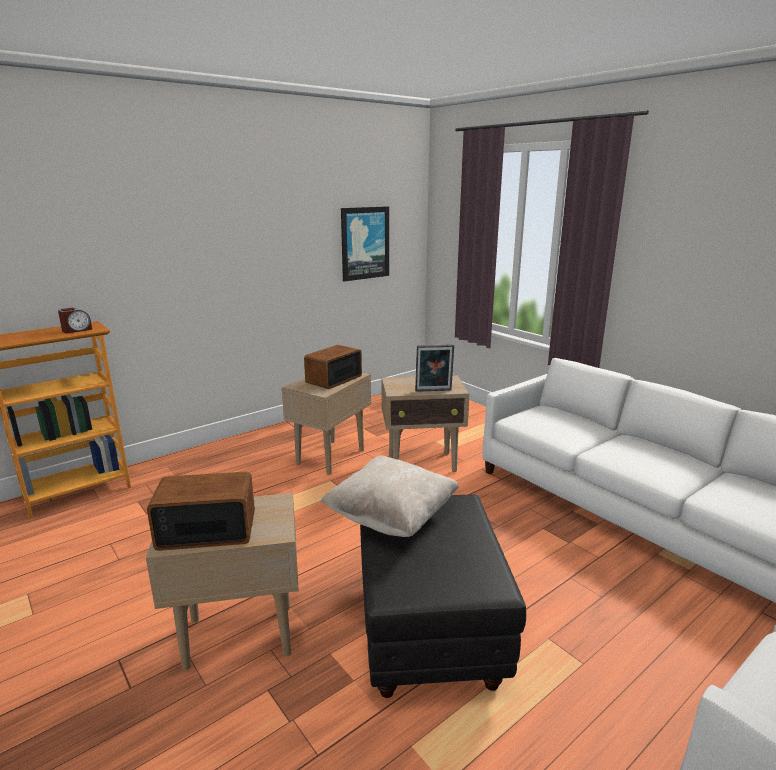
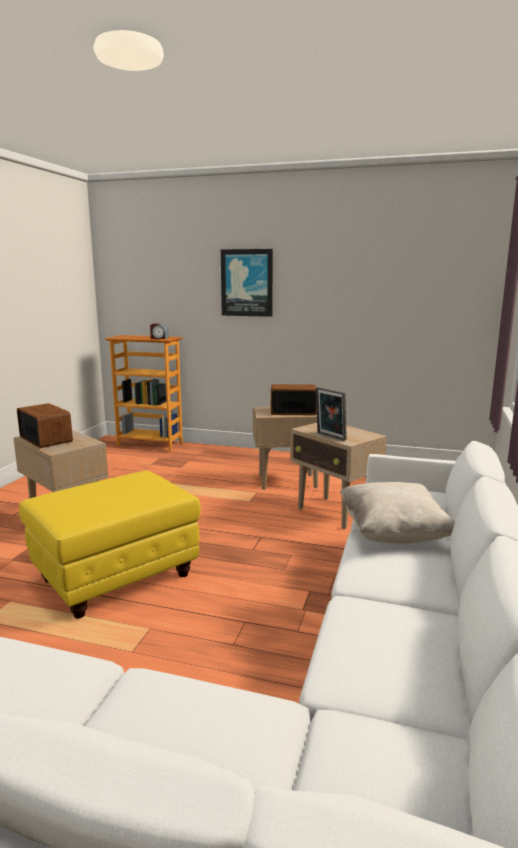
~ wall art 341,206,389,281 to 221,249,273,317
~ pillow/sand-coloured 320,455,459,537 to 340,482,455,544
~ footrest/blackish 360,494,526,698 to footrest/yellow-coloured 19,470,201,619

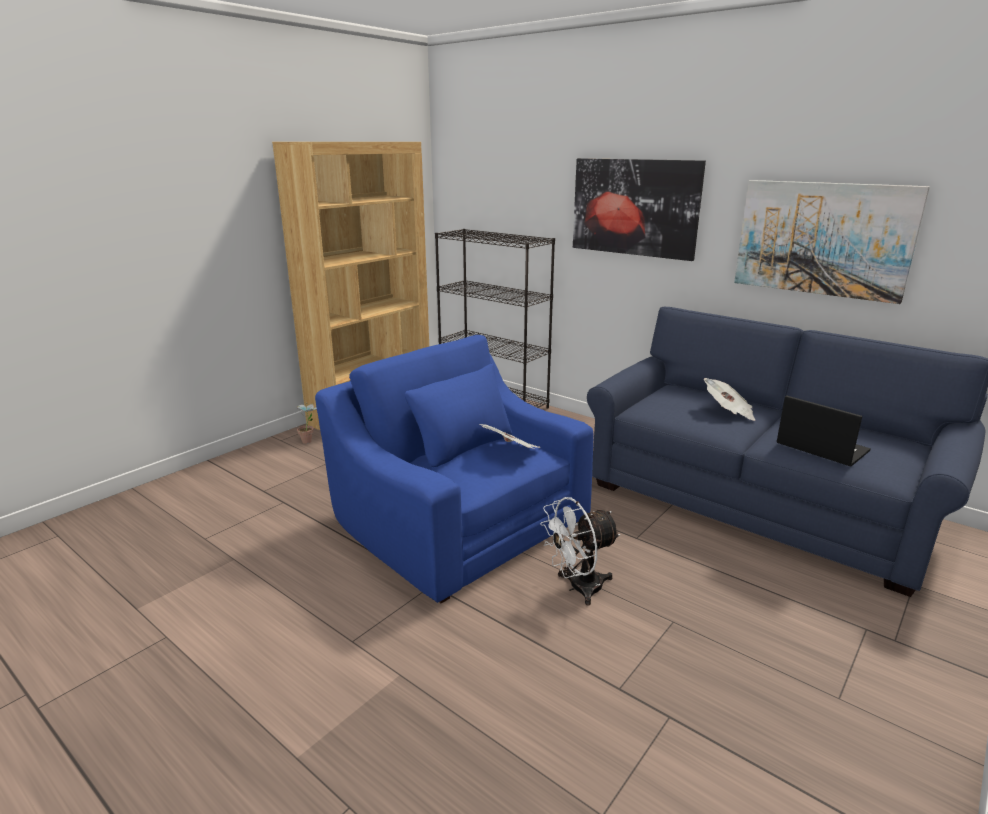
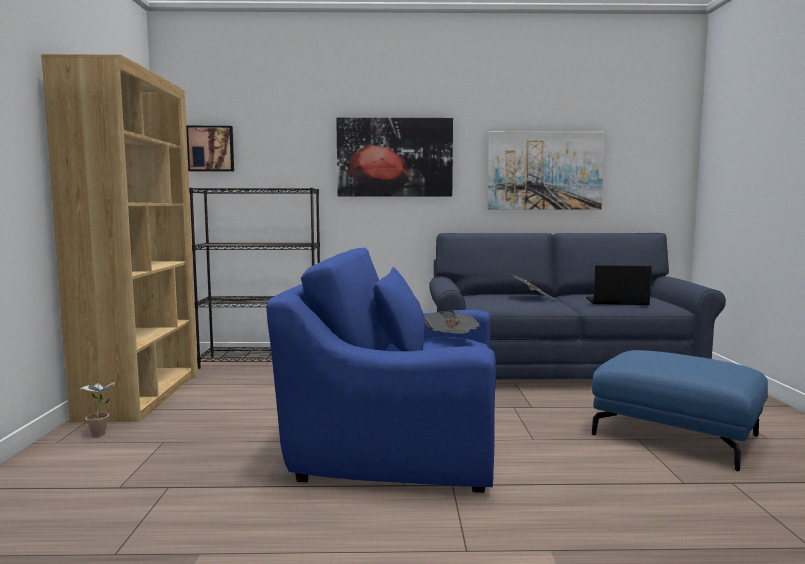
- cooling fan/white-coloured 540,497,621,606
+ wall art 186,126,234,171
+ footrest/blue 592,350,768,472

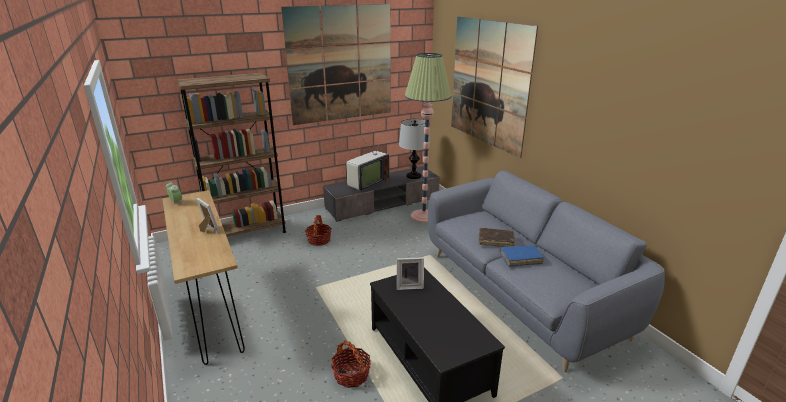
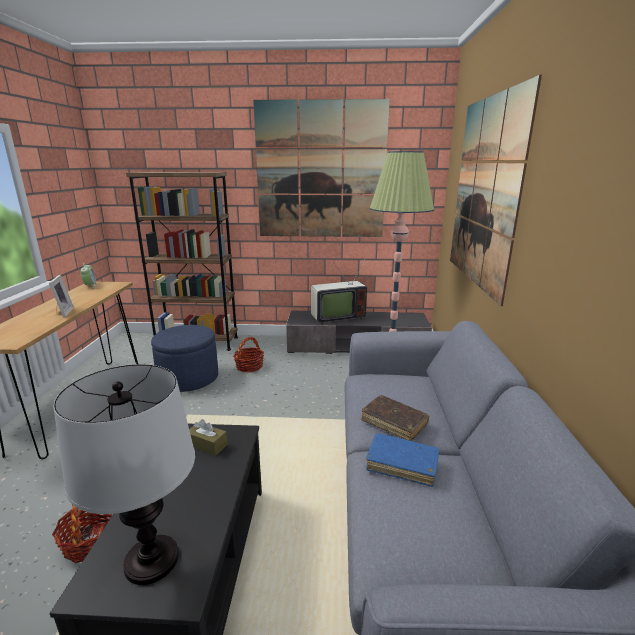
~ lamp for a table 399,119,430,179 to 53,364,195,585
~ standing frame 396,257,424,290 to tissue holder/brown 189,419,228,456
+ footrest/blue 151,325,218,392

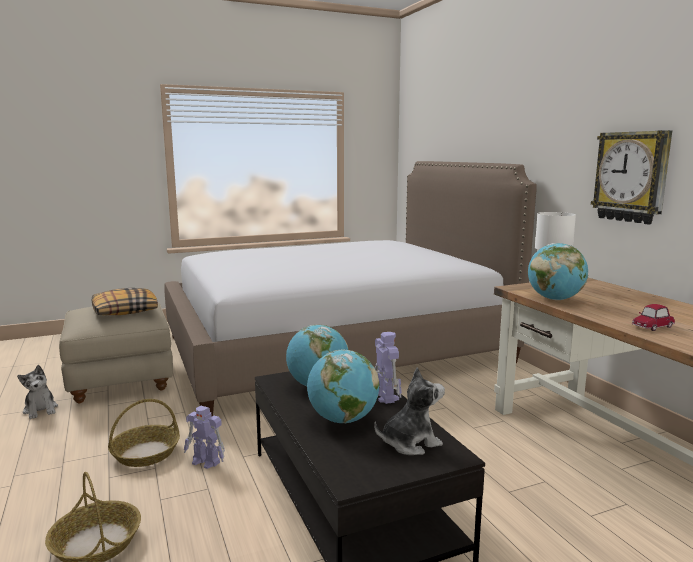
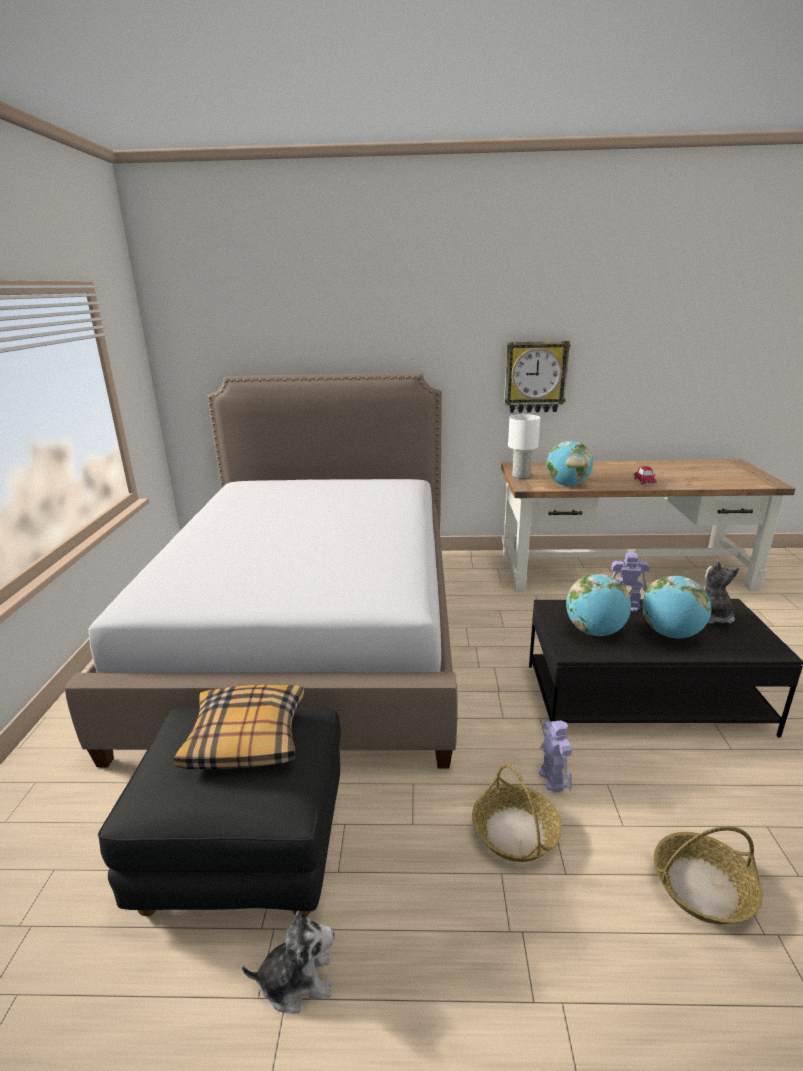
~ footrest/sand-coloured 59,302,173,404 to footrest/blackish 98,708,341,917
~ toy robot 184,405,225,469 = 539,720,572,793 60 degrees counterclockwise

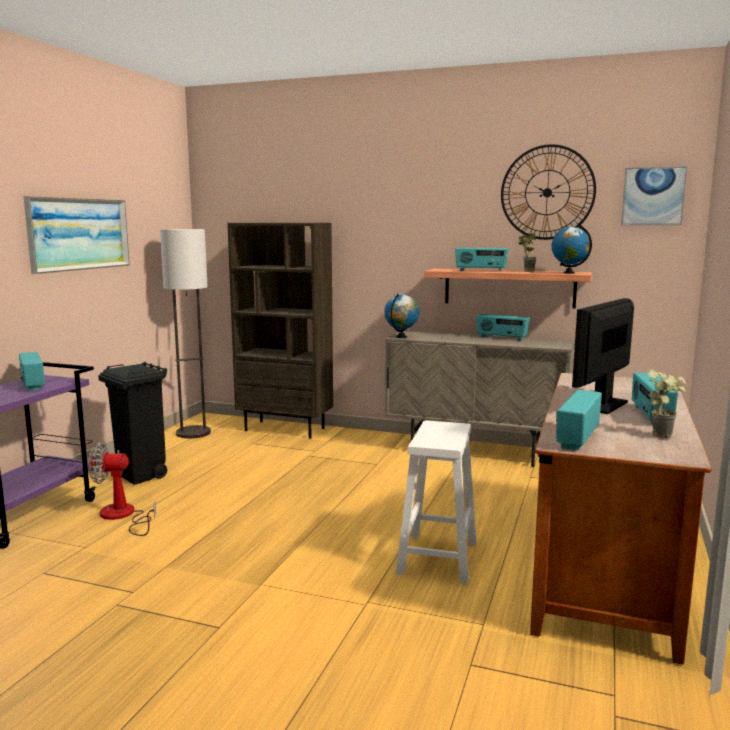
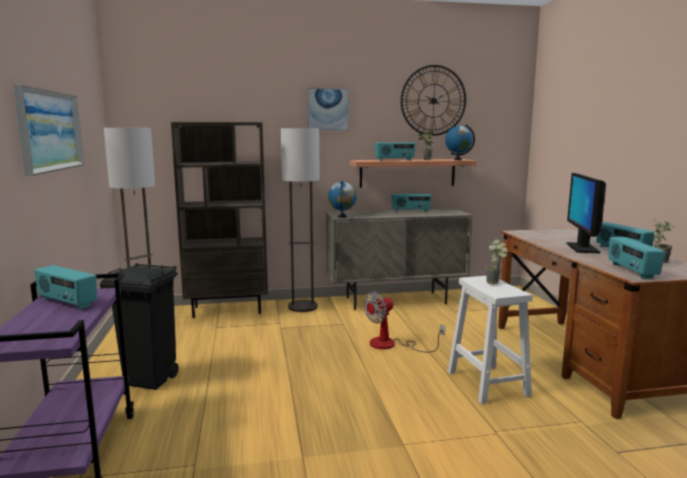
~ wall art 621,166,687,226 to 307,88,349,131
~ cooling fan 88,442,156,536 to 364,292,445,353
+ standing lamp 281,128,320,312
+ plant in a pot 486,239,508,284

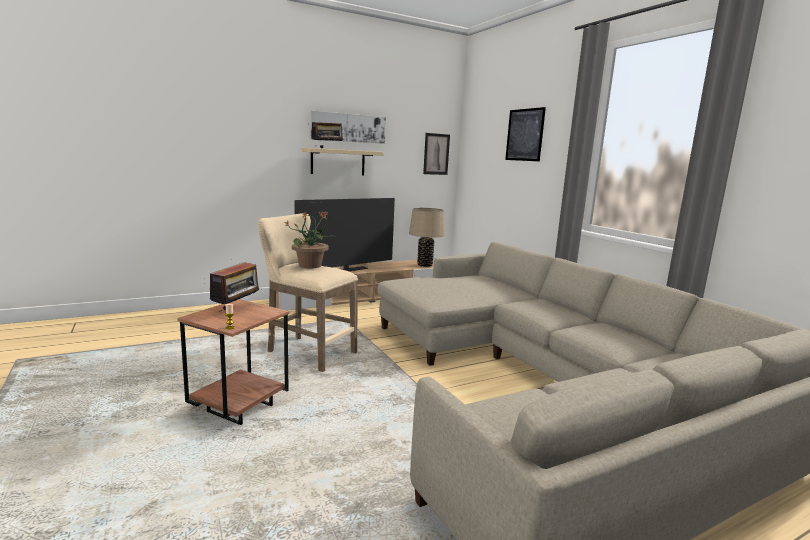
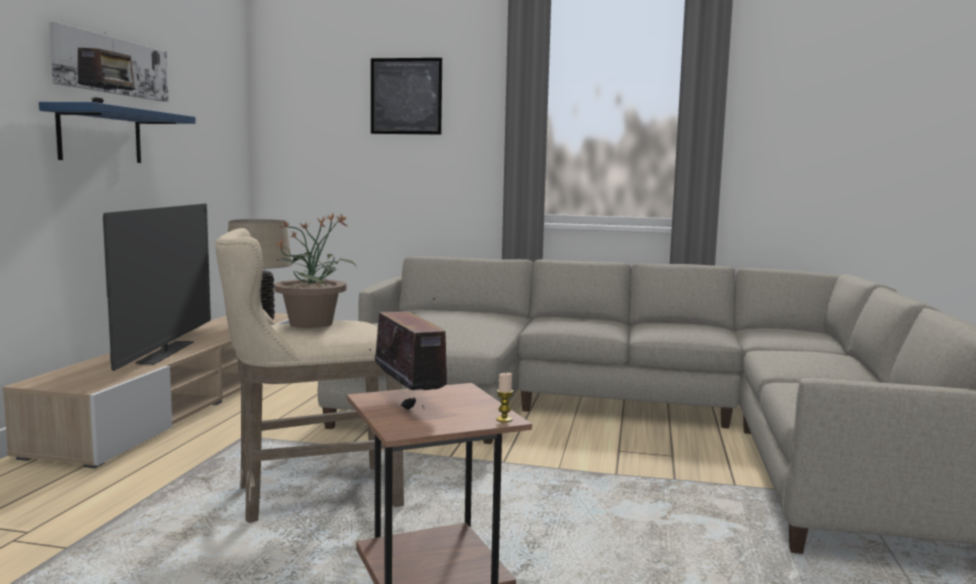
- wall art 423,133,450,175
~ shelf/sand-coloured 302,148,384,175 to shelf/blue 39,102,196,163

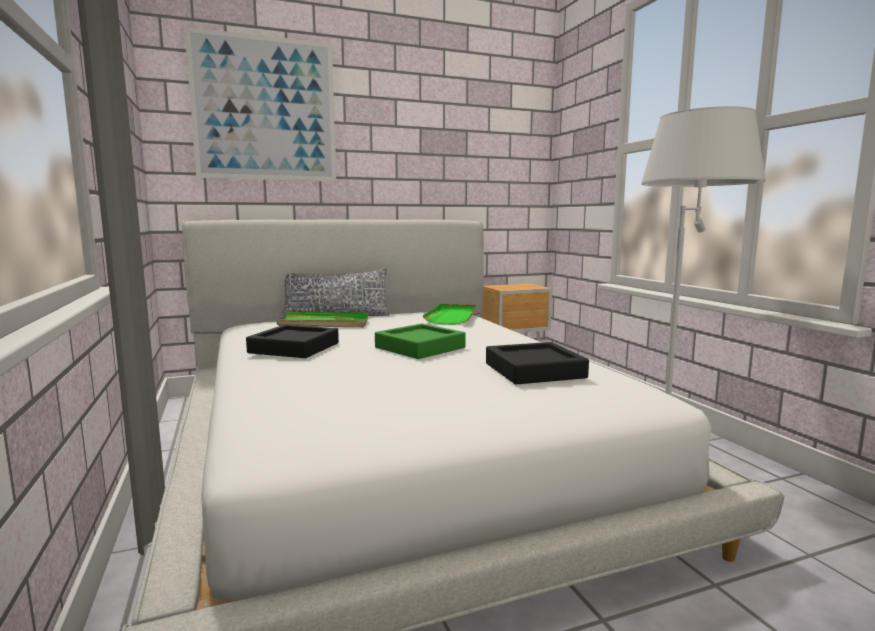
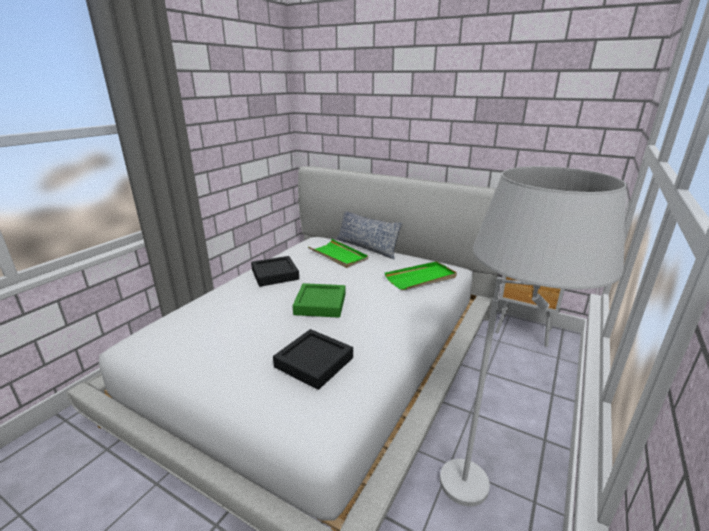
- wall art 184,27,336,181

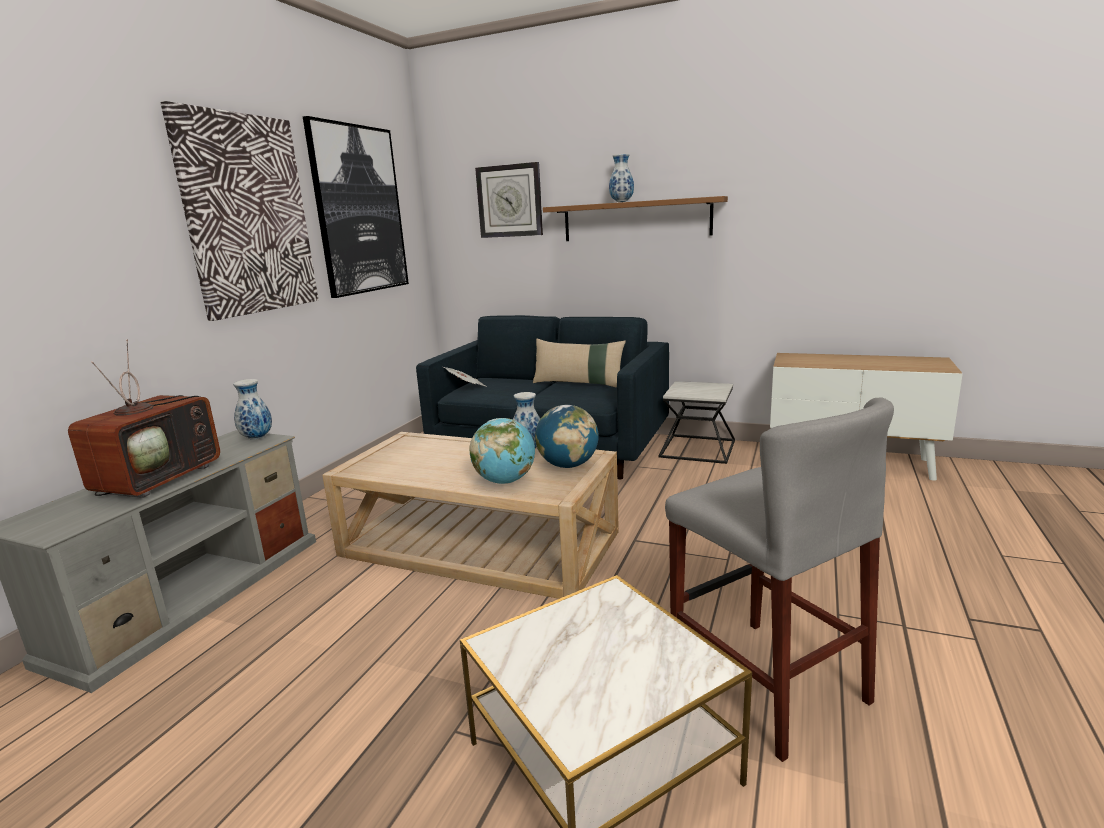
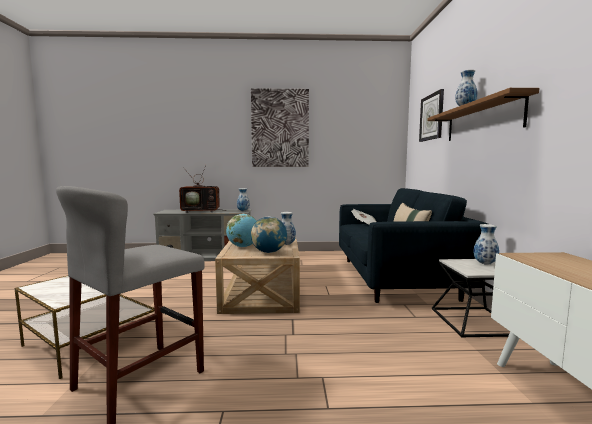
- wall art 303,116,409,298
+ decorative vase 473,224,499,265

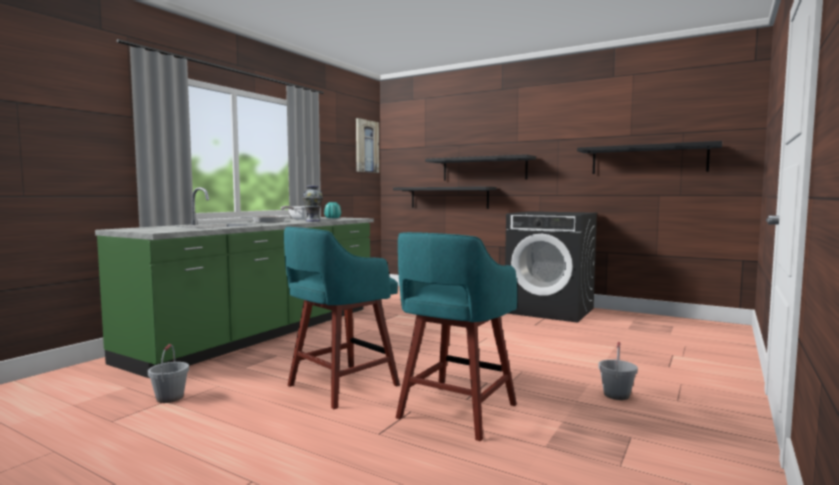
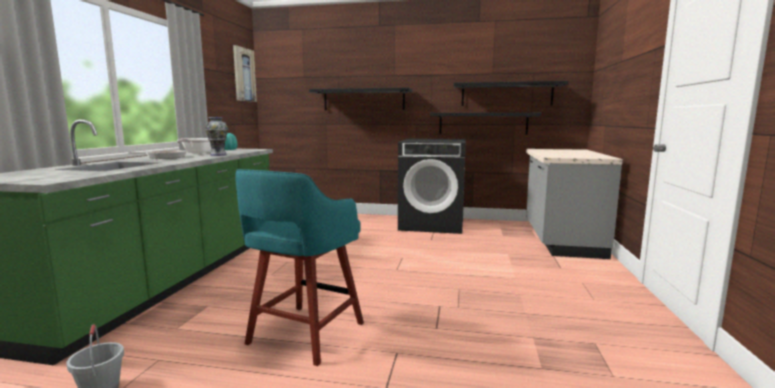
~ shelf/blackish 393,187,497,209 to 430,113,541,134
- stool/turquoise-coloured 396,232,517,441
- bucket/gray 598,342,638,400
+ counter/gray 526,149,623,259

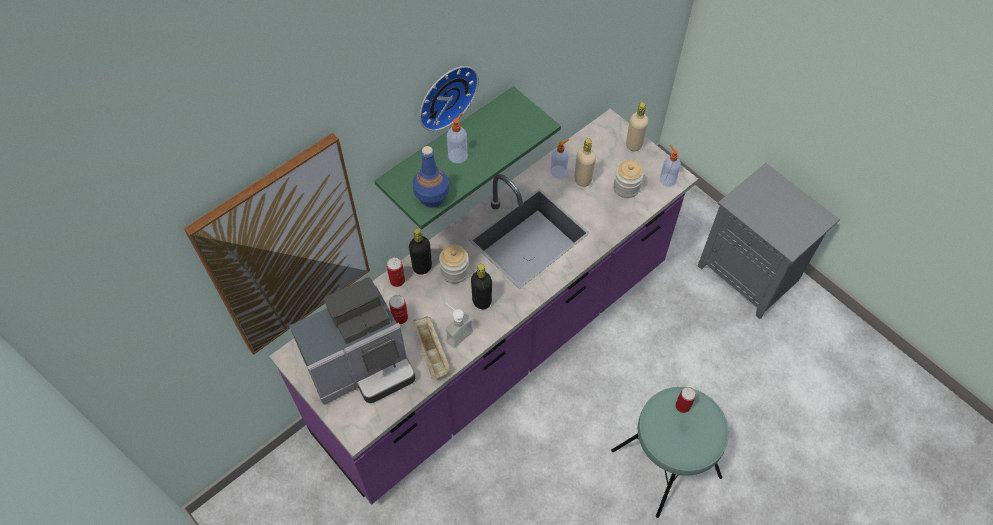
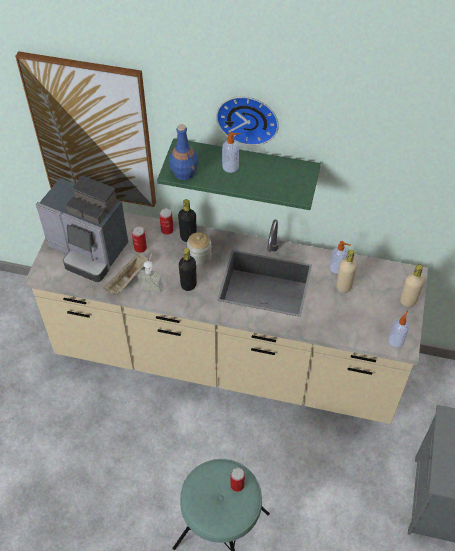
~ counter/purplish 269,108,698,505 to counter/sand-coloured 24,212,428,424
- jar 613,160,644,198

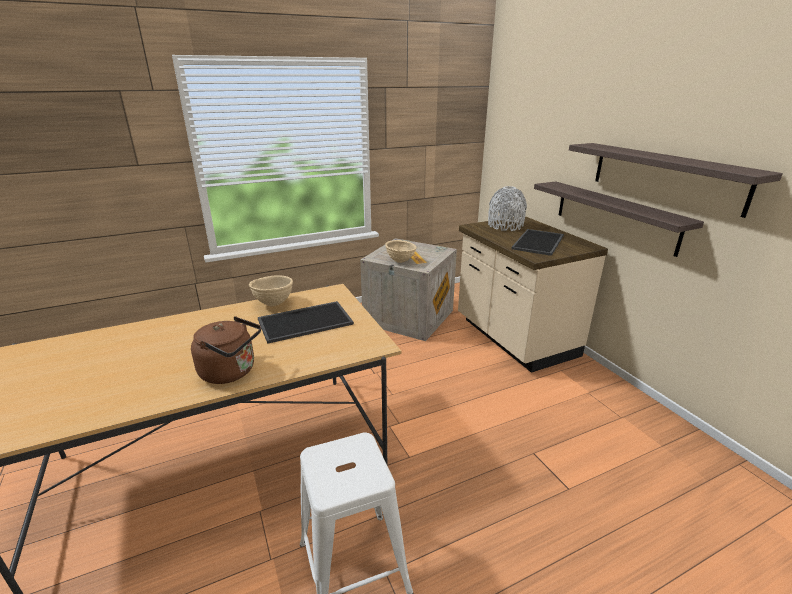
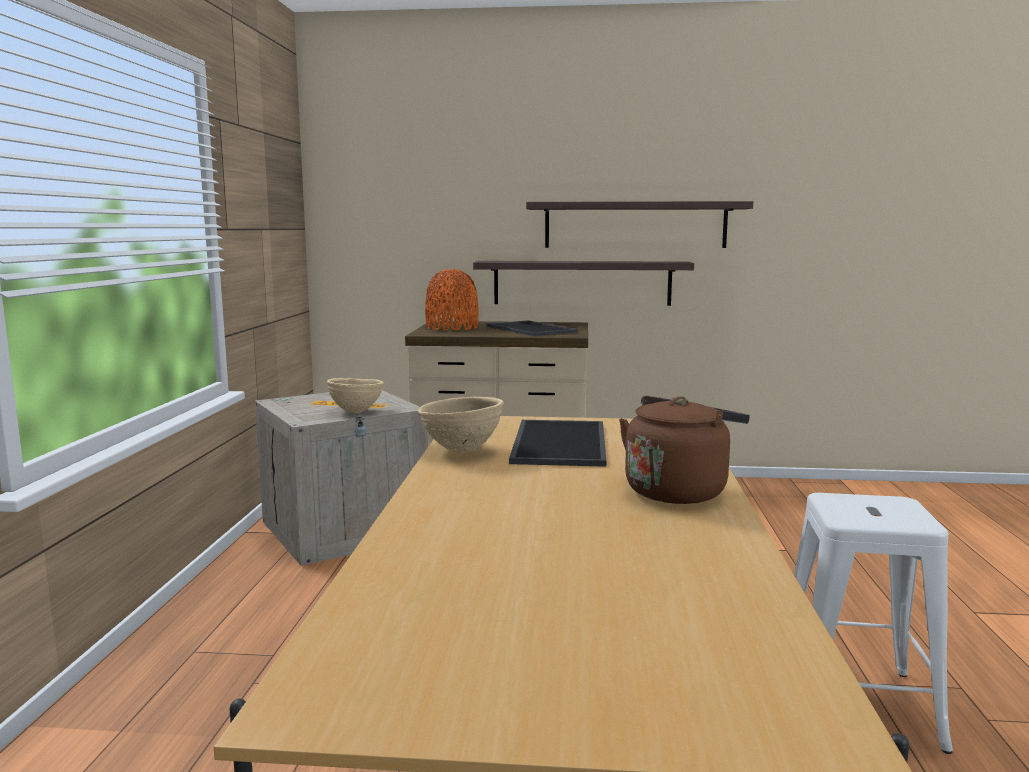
~ decorative vase/gray 488,186,527,231 to decorative vase/orange-coloured 425,269,479,331

